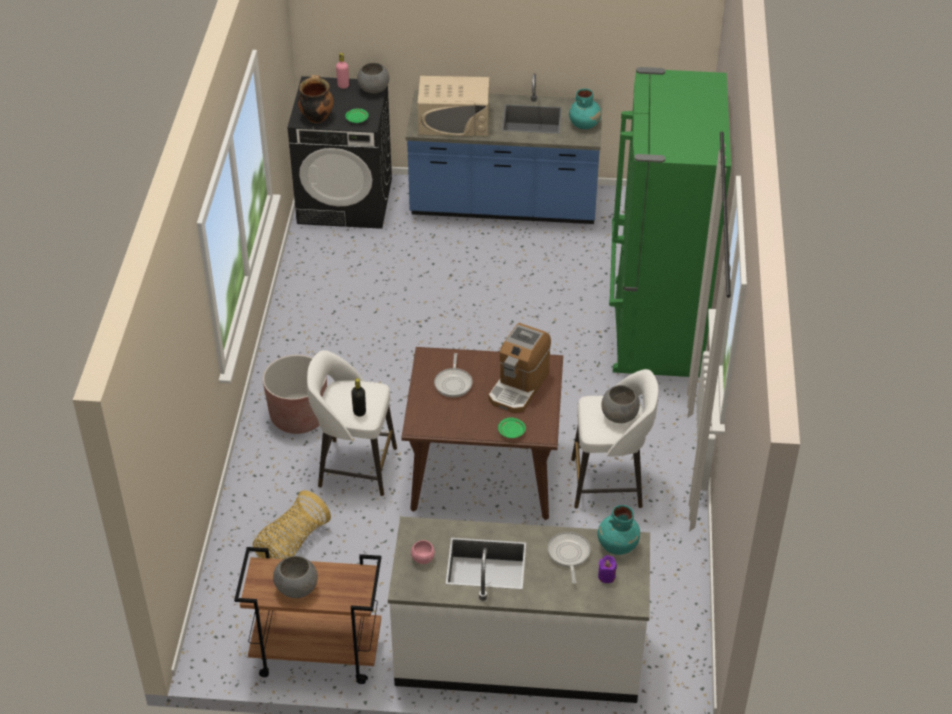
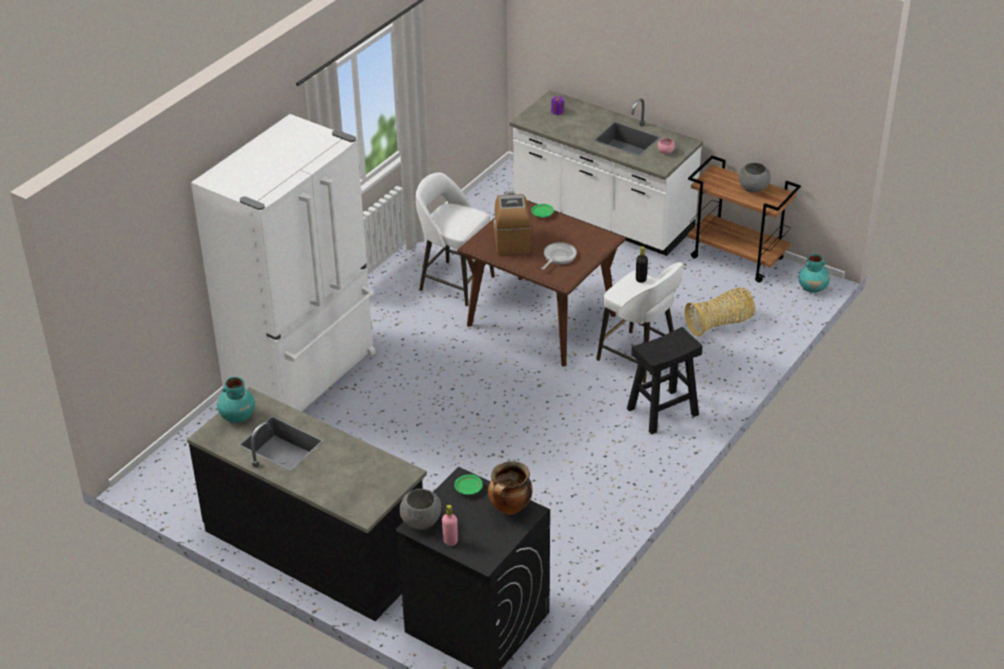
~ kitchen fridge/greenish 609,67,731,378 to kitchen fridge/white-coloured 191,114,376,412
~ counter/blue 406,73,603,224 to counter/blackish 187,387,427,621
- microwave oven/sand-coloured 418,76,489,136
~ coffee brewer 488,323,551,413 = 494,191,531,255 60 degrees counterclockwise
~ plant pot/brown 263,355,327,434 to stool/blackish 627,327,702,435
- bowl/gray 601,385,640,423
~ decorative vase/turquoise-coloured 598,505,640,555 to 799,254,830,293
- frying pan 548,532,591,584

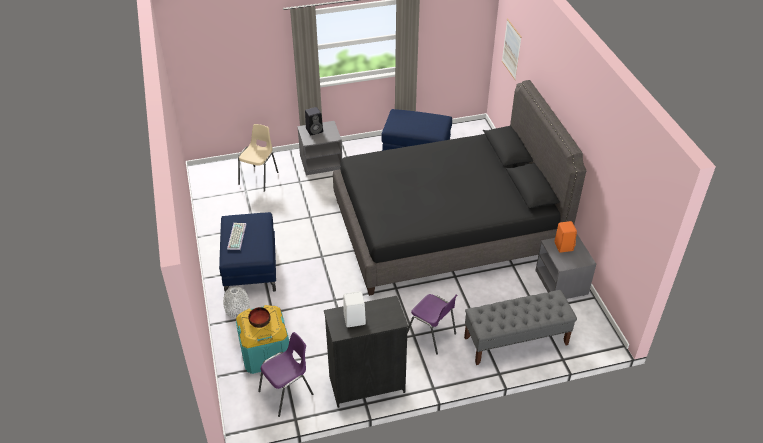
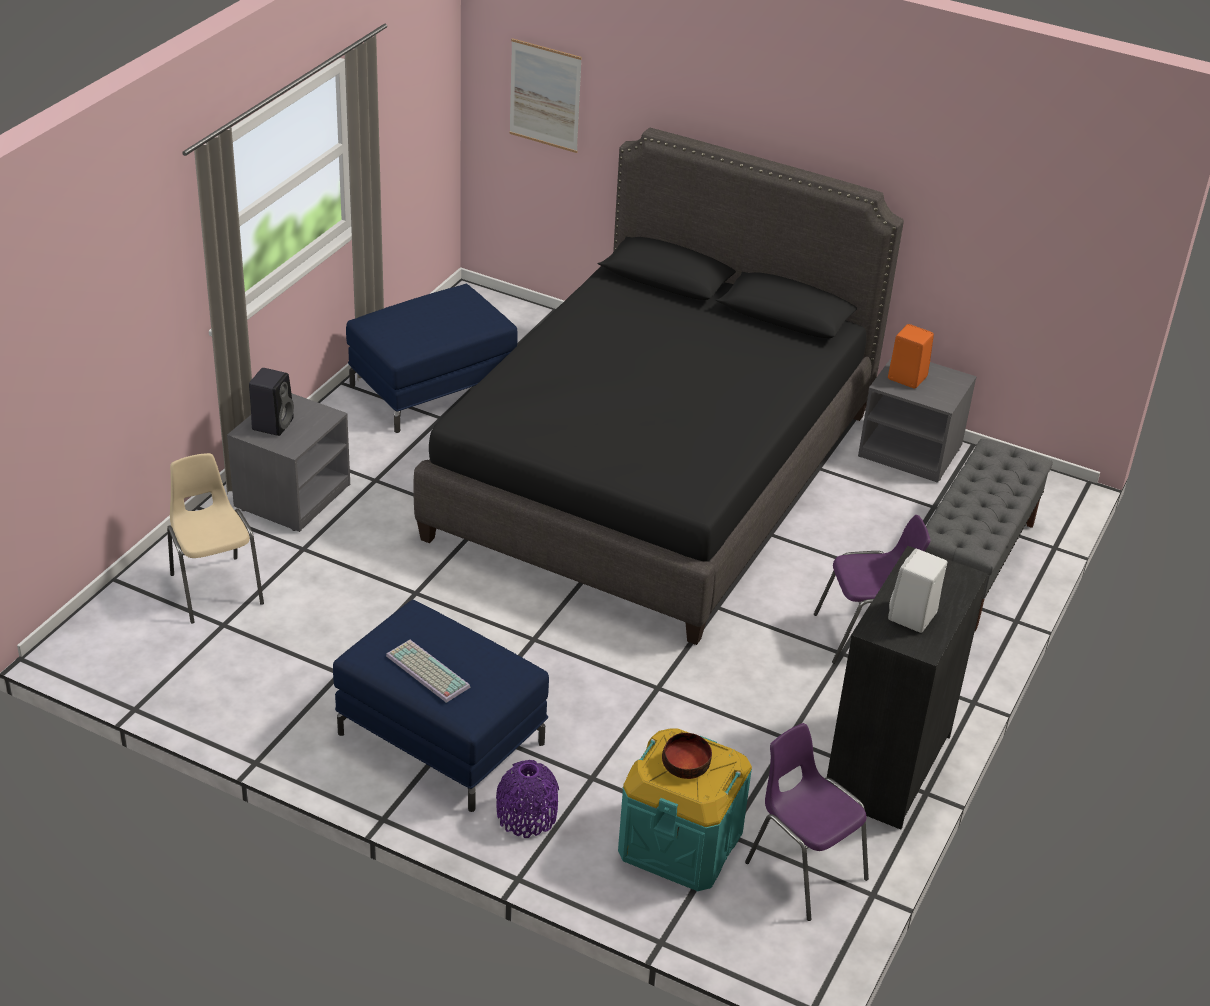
~ decorative vase/white-coloured 223,286,250,318 to decorative vase/purplish 496,760,559,838
~ plain chair/purplish 258,332,313,417 = 745,723,869,921 45 degrees counterclockwise

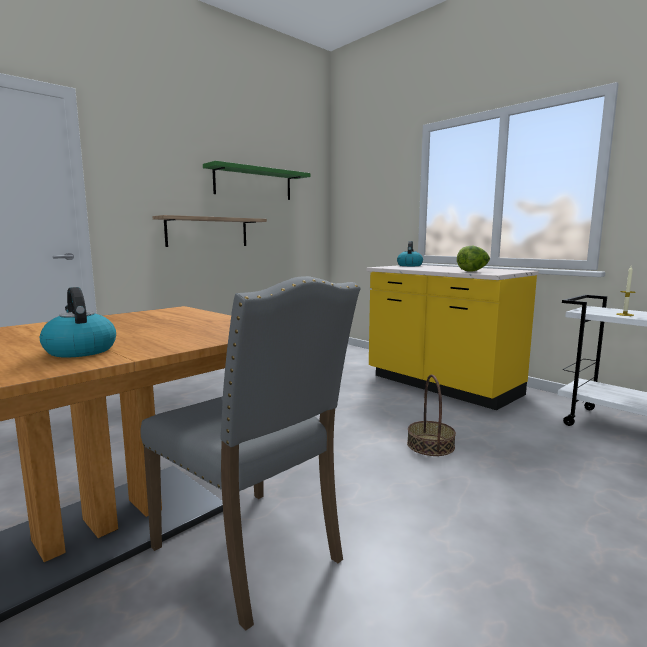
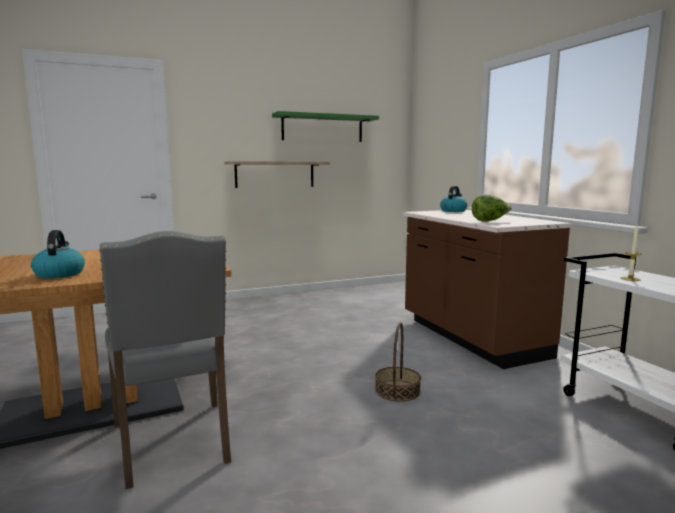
~ counter/yellow-coloured 366,265,539,410 to counter/brown 403,210,571,369

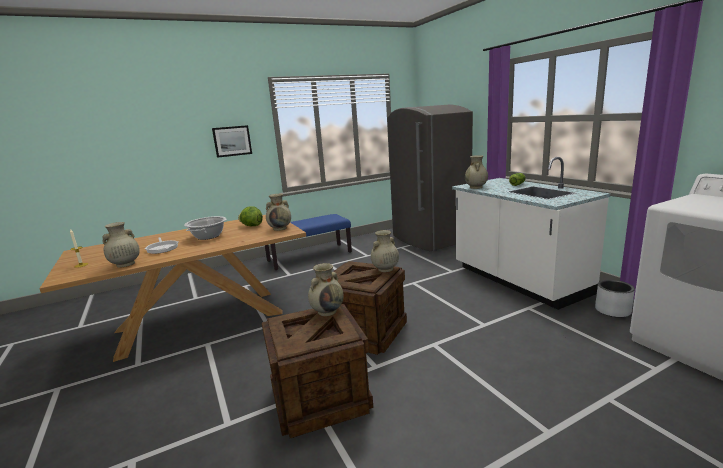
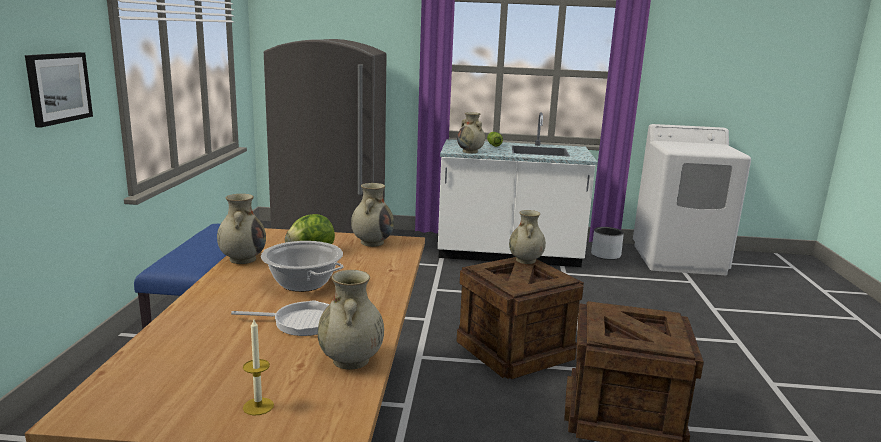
~ decorative vase/sand-coloured 308,263,344,316 to 217,194,266,264

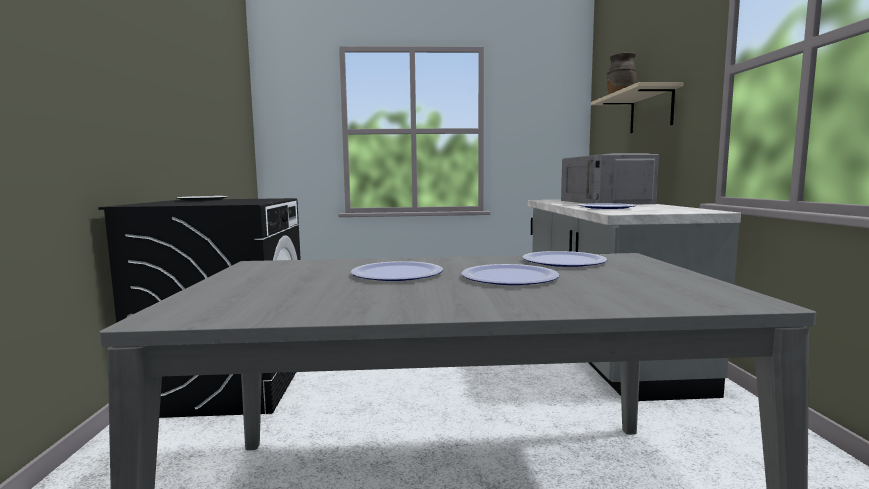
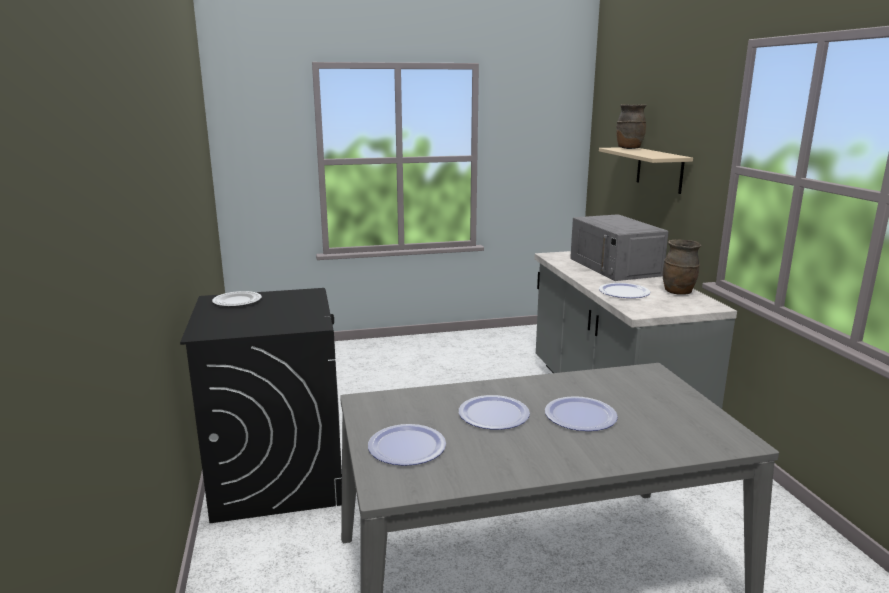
~ plate 522,251,607,267 to 368,424,446,466
+ decorative vase/brown 663,240,701,295

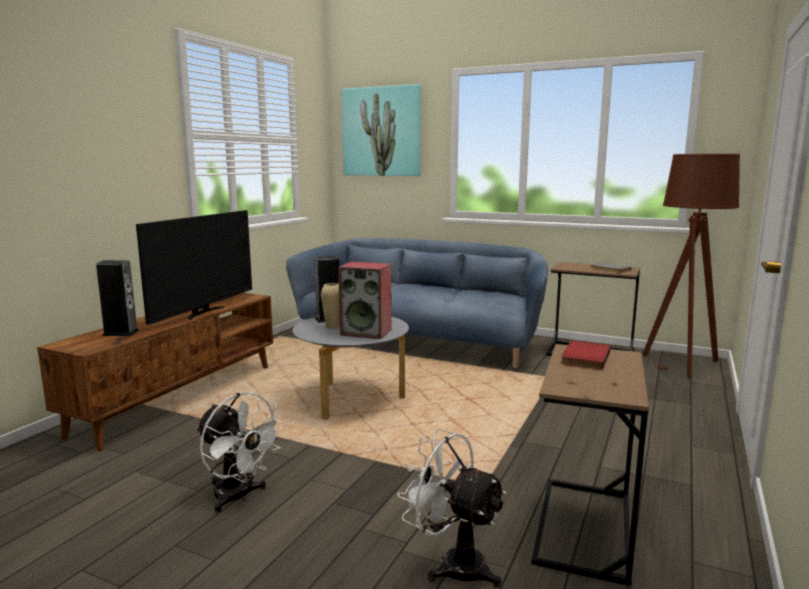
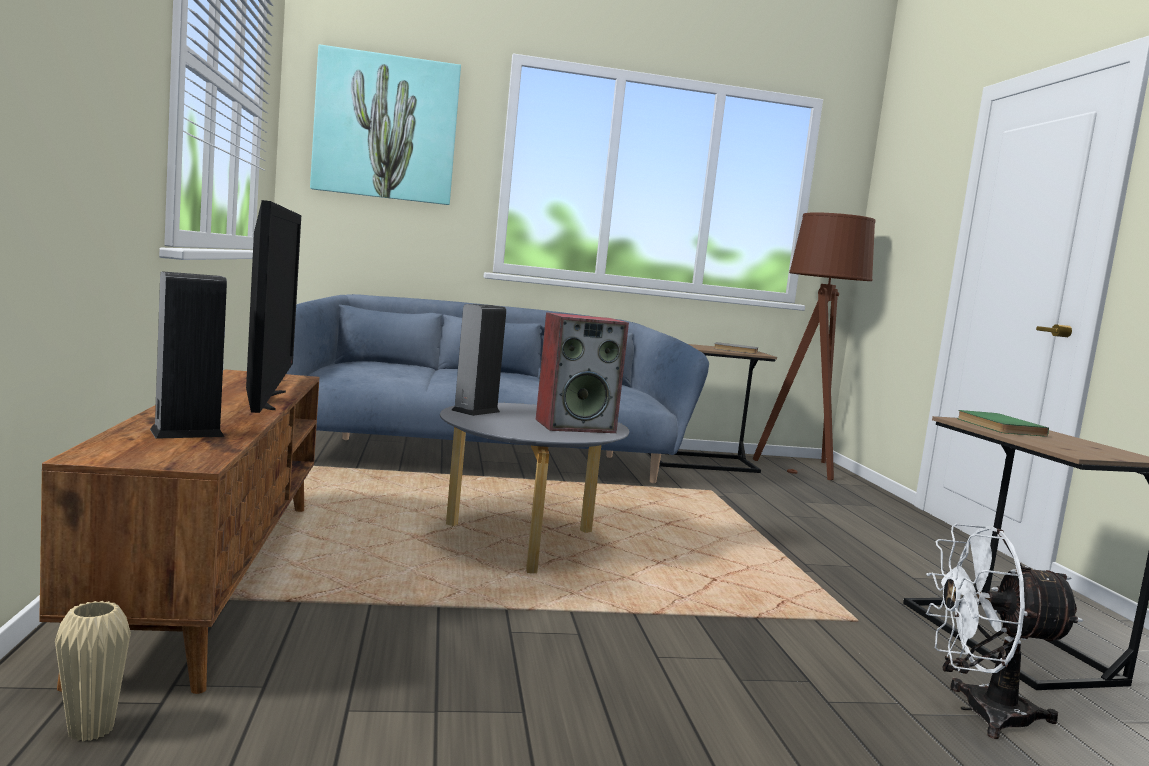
~ decorative vase/sand-coloured 321,283,340,329 to 55,601,131,742
~ volume/red-coloured 561,340,611,370 to volume/greenish 957,410,1049,437
- cooling fan/white-coloured 196,392,285,513

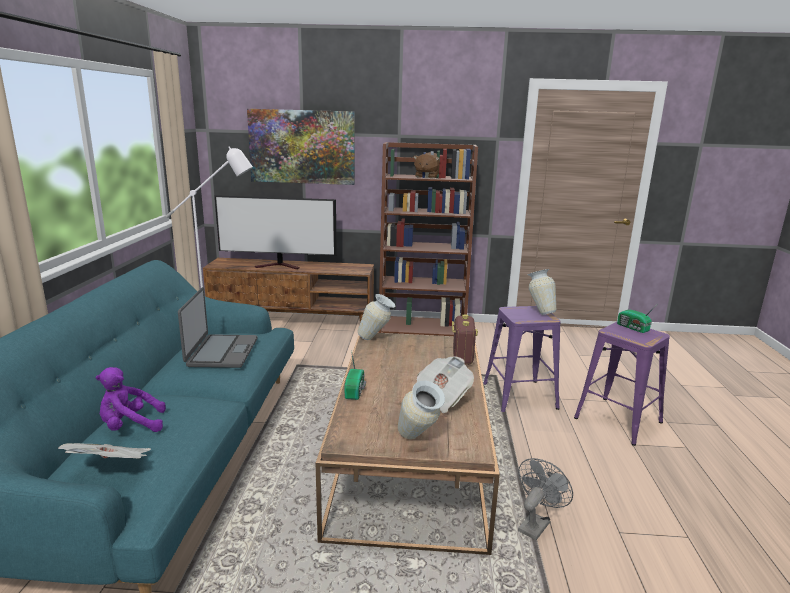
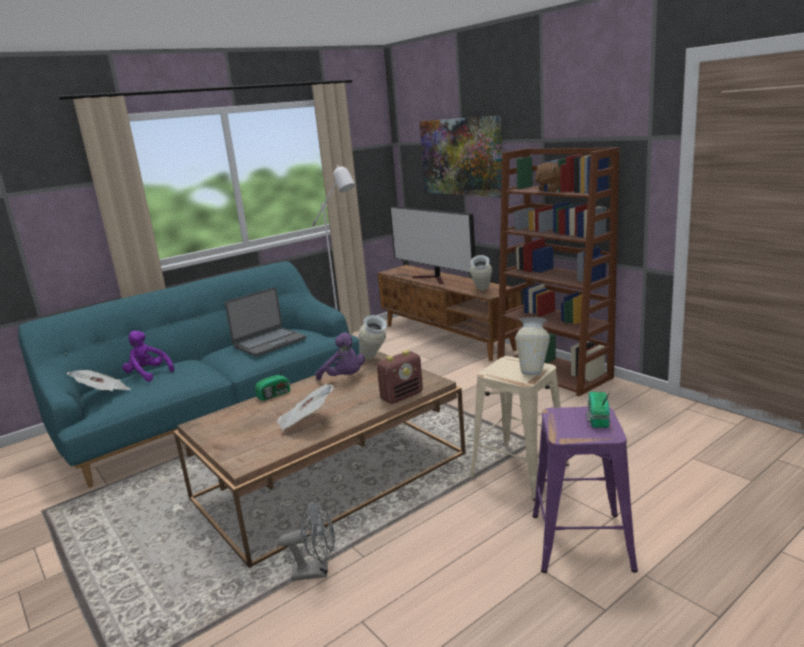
~ stool/purplish 483,306,561,412 to stool/sand-coloured 470,356,569,501
~ decorative vase 398,380,445,439 to 470,255,492,291
+ soft toy/purplish 316,332,365,380

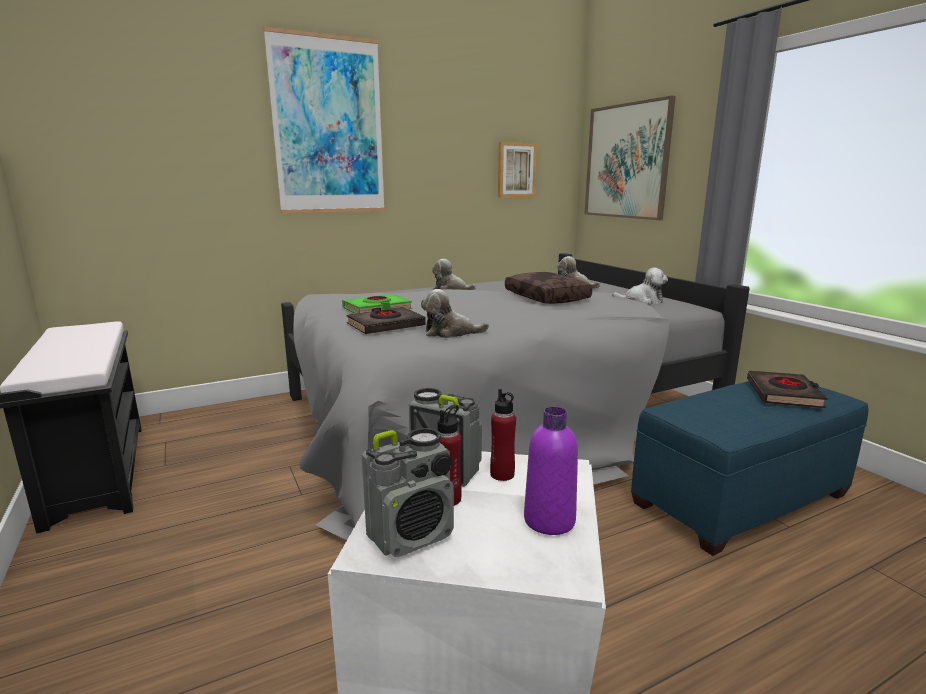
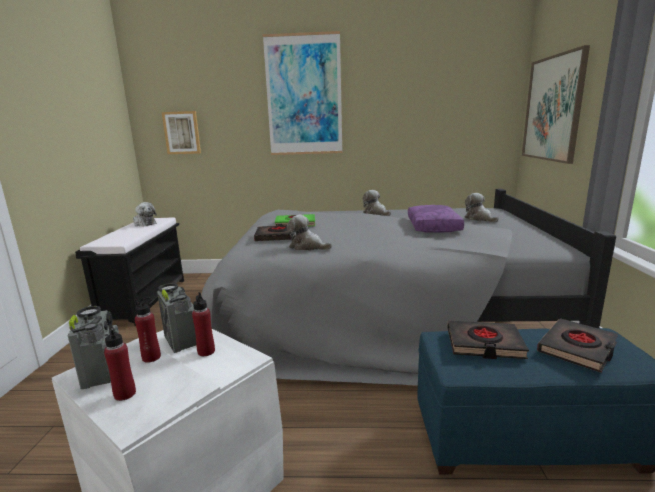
~ wall art 498,142,537,197 to 162,111,201,154
~ soft toy 612,268,668,305 to 133,202,157,227
~ pillow/brown 505,272,592,304 to pillow/purplish 408,205,464,233
- drink bottle/purplish 524,407,578,535
~ radio set 362,428,454,557 = 67,306,119,389 105 degrees counterclockwise
+ volume/blackish 447,321,529,359
+ drink bottle/red-coloured 104,324,136,401

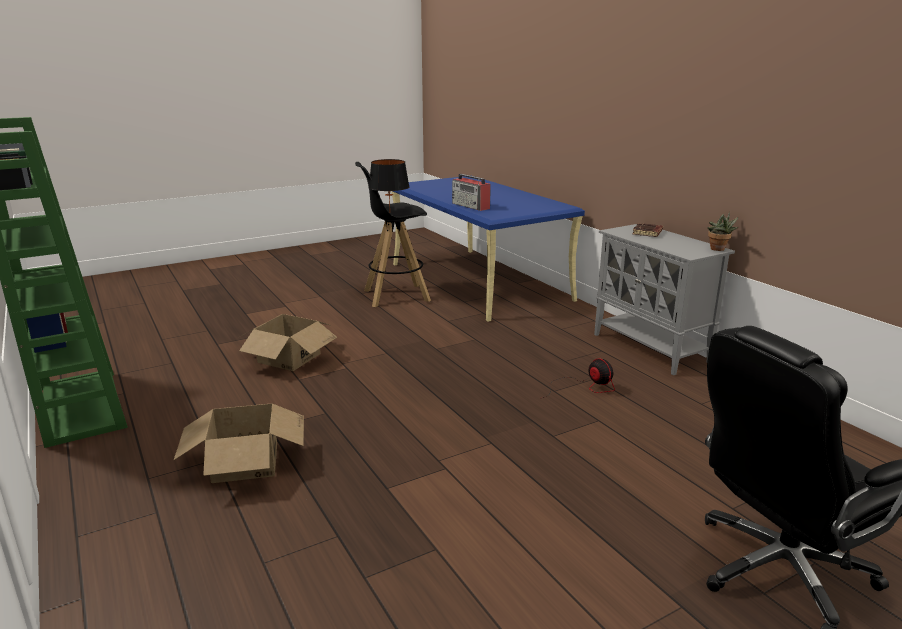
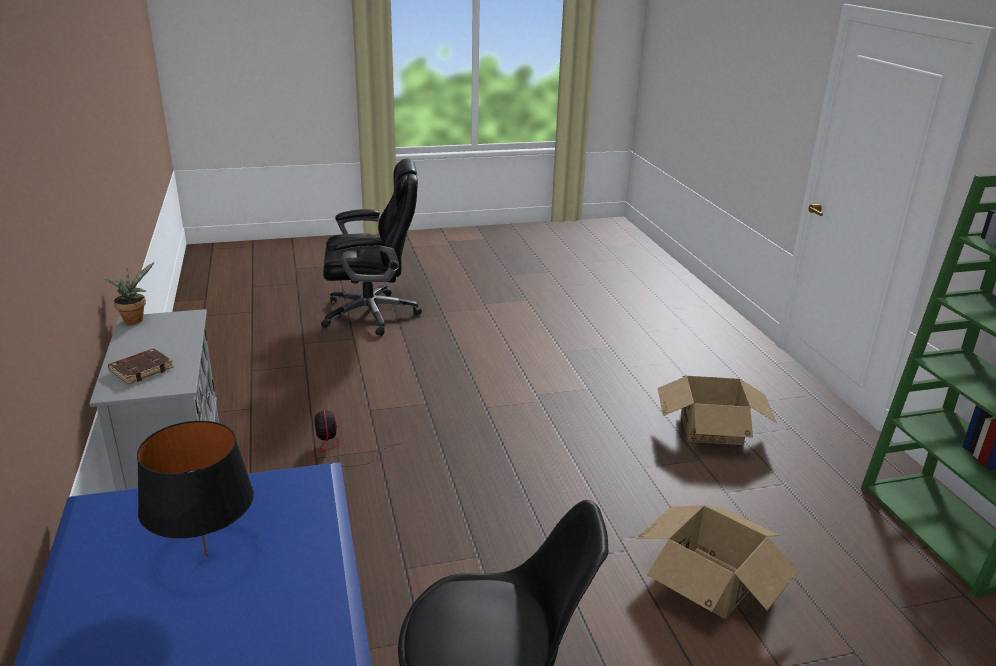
~ lamp for a table/blackish 369,159,409,210 to 137,421,254,558
- radio set 452,174,491,211

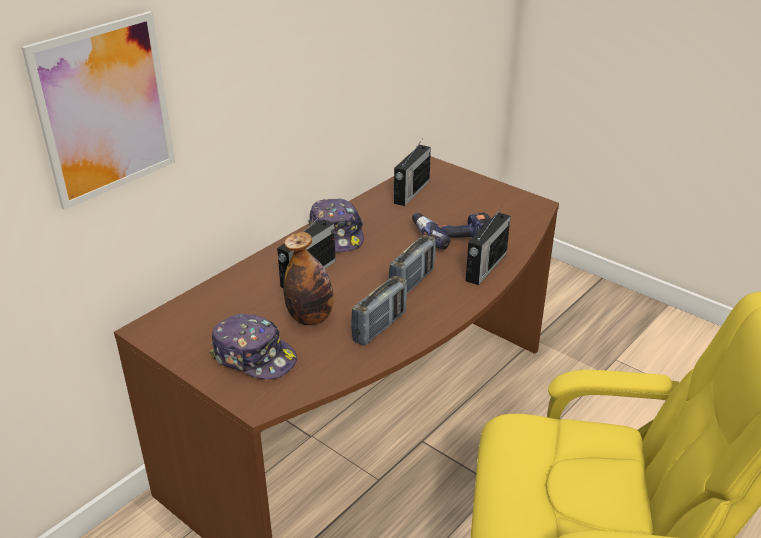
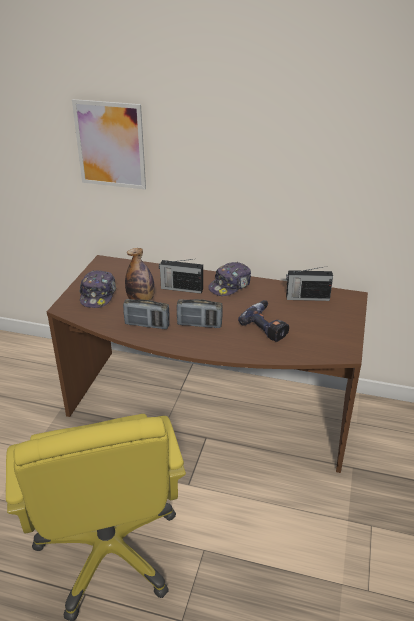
- radio set 466,207,511,285

